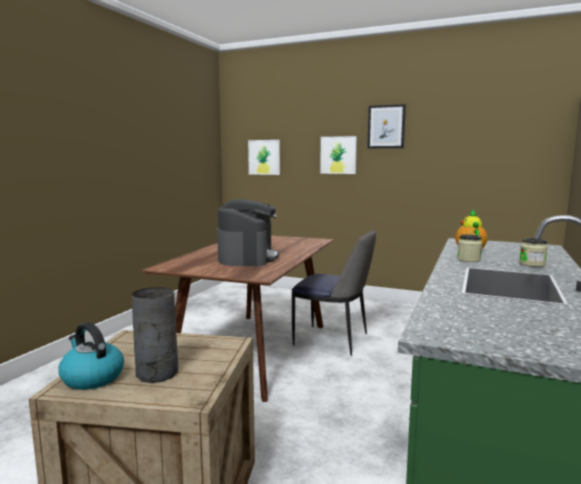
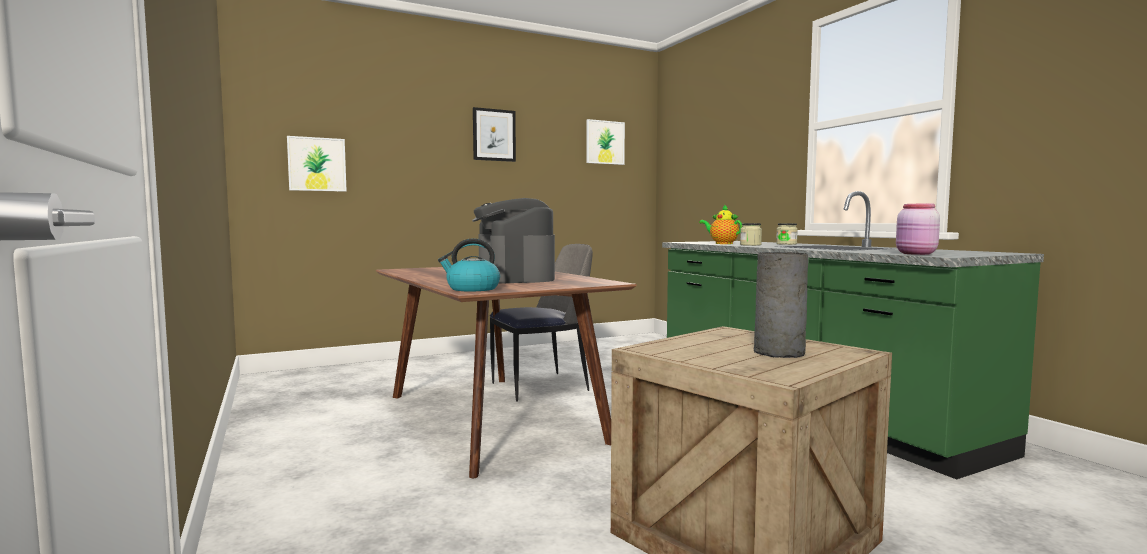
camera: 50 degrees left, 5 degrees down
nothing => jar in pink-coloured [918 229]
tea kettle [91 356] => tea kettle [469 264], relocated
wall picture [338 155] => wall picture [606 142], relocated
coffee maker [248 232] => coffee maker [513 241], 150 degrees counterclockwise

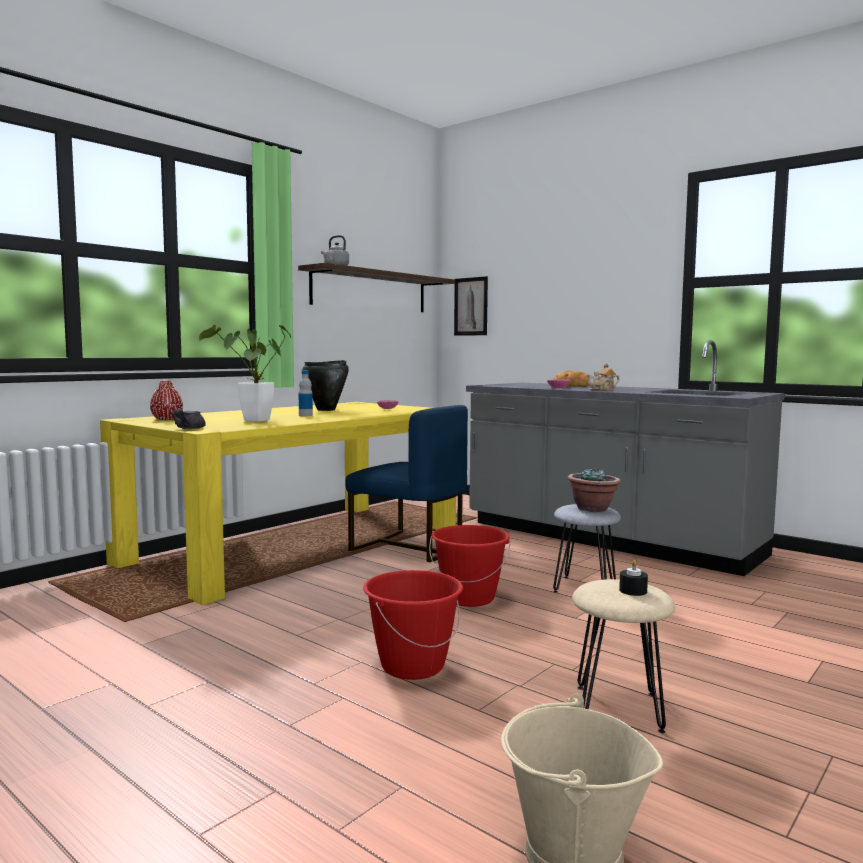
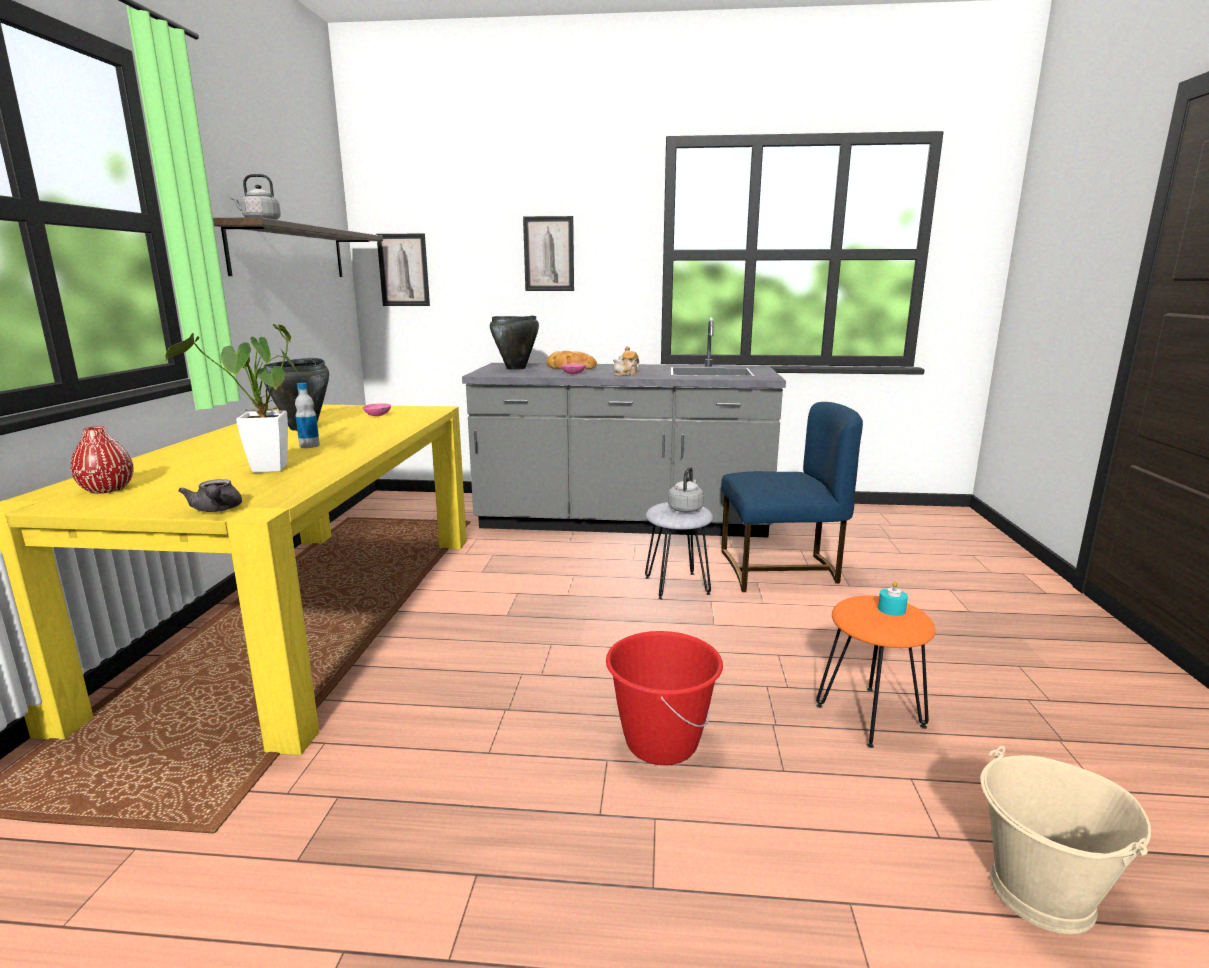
camera: 35 degrees left, 10 degrees up
pail in red-coloured [470 566] => nothing
nothing => saucepot in black-coloured [514 342]
nothing => wall picture [548 253]
chair in blue-coloured [406 483] => chair in blue-coloured [792 497], relocated
plant in a pot [594 489] => tea kettle in gray [686 489]
stool seat in beige-coloured [623 656] => stool seat in orange [876 672]
candle in black-coloured [633 578] => candle in blue-green [893 598]

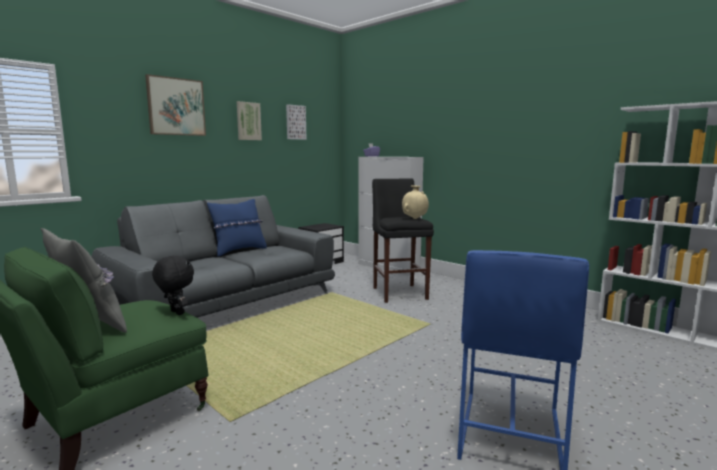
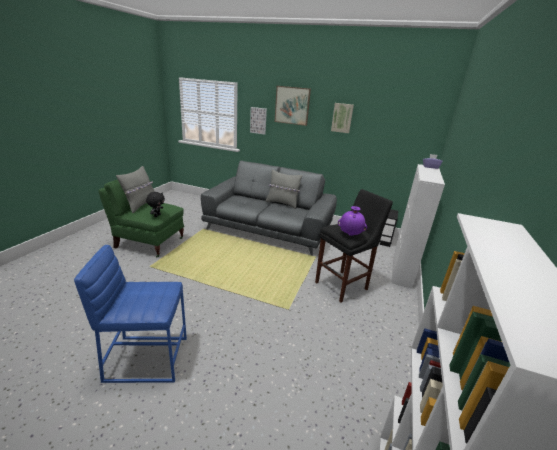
camera: 65 degrees right, 15 degrees up
wall picture [296 122] => wall picture [258 121], relocated
pillow in blue-coloured [237 227] => pillow in gray [283 189]
vase in beige-coloured [415 202] => vase in purplish [352 221]

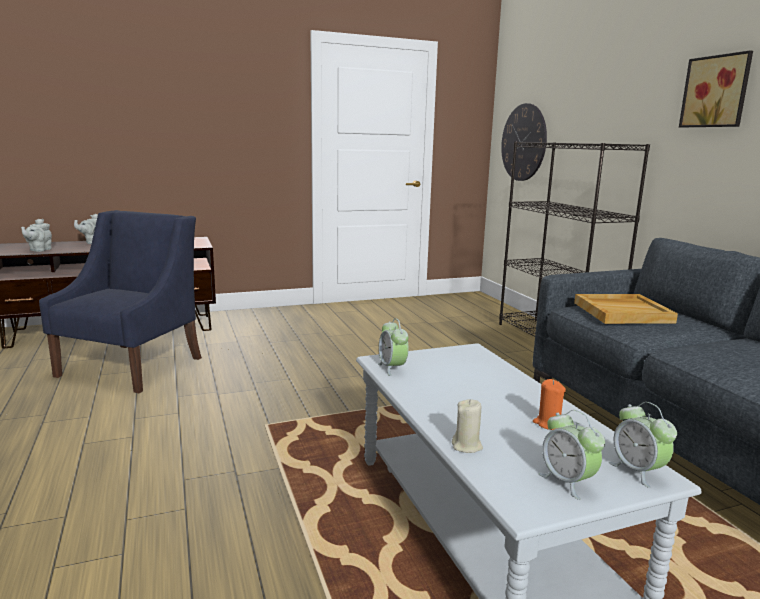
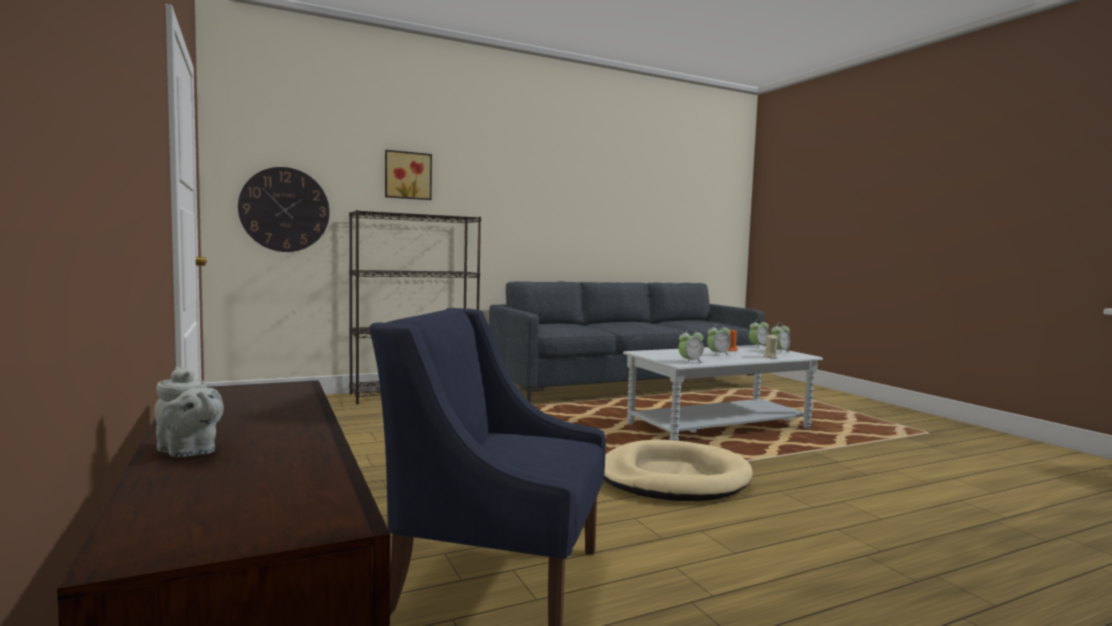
camera: 95 degrees left, 10 degrees down
teapot in gray [36 235] => nothing
carrying tray in beige-coloured [626 309] => nothing
nothing => pet bed in beige-coloured [678 470]
nothing => alarm clock [719 340]
wall picture [716 89] => wall picture [408 175], relocated

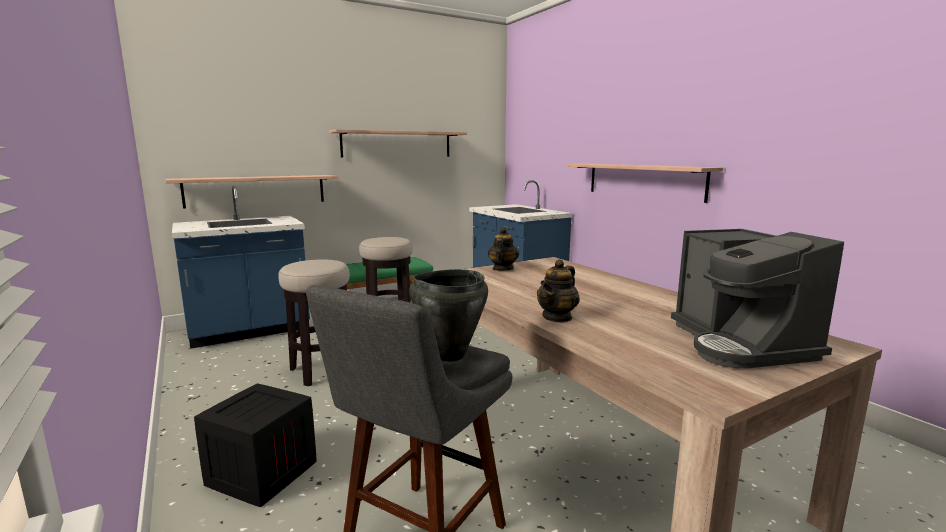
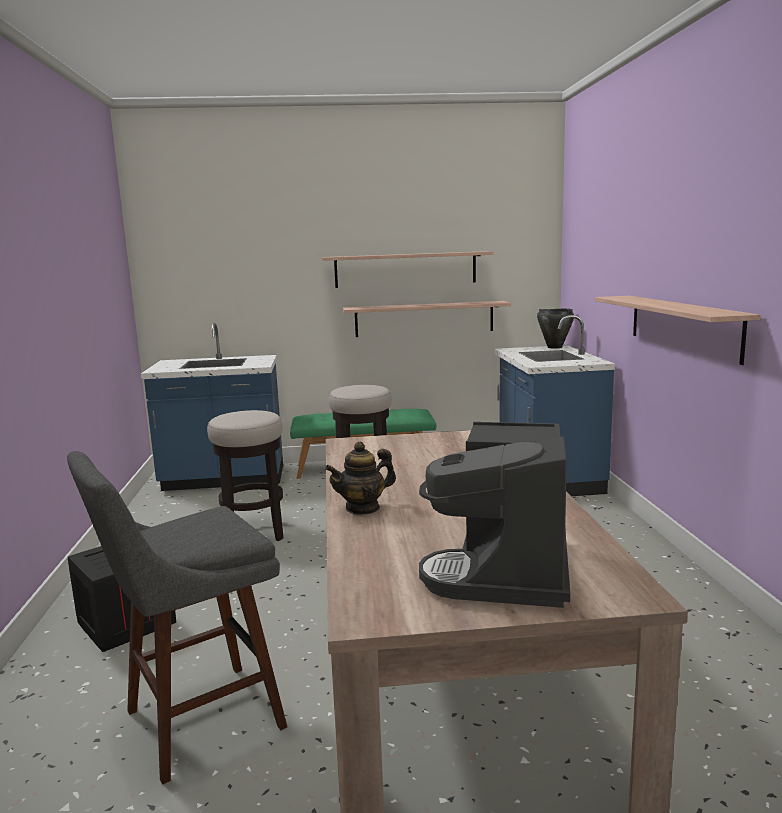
camera: 25 degrees right, 0 degrees up
teapot [503 249] => nothing
wall shelf [251 192] => wall shelf [427 319], relocated
saucepot in black-coloured [448 315] => saucepot in black-coloured [555 328], relocated

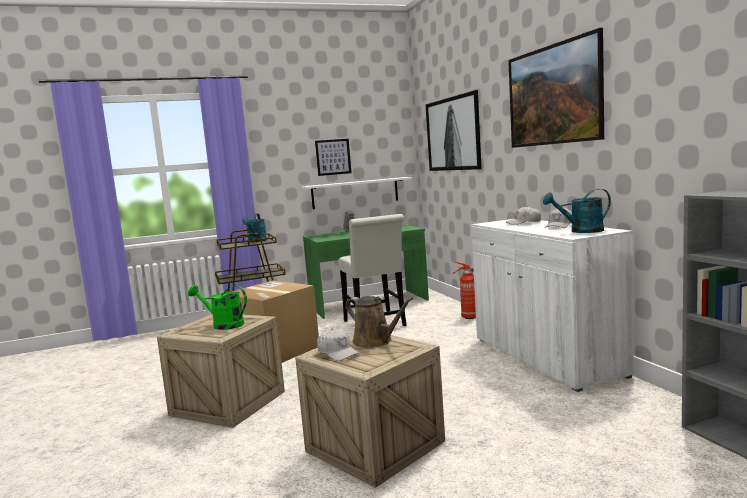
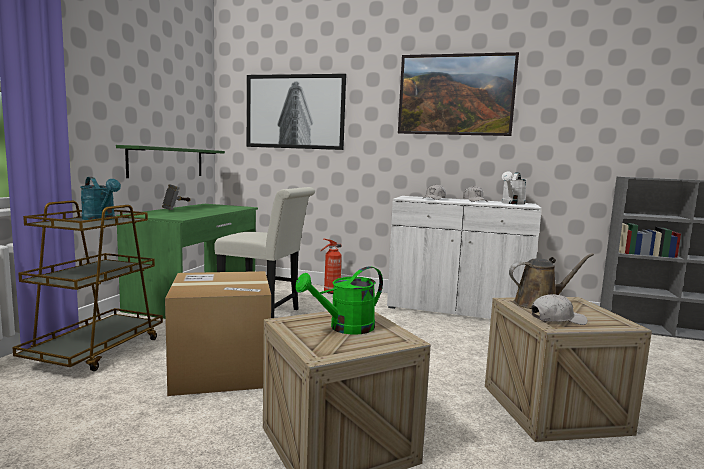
camera: 55 degrees left, 0 degrees up
wall picture [333 157] => nothing
wall shelf in whitish [357 193] => wall shelf in green-coloured [170 161]
watering pot in blue-green [577 211] => watering pot in whitish [514 188]

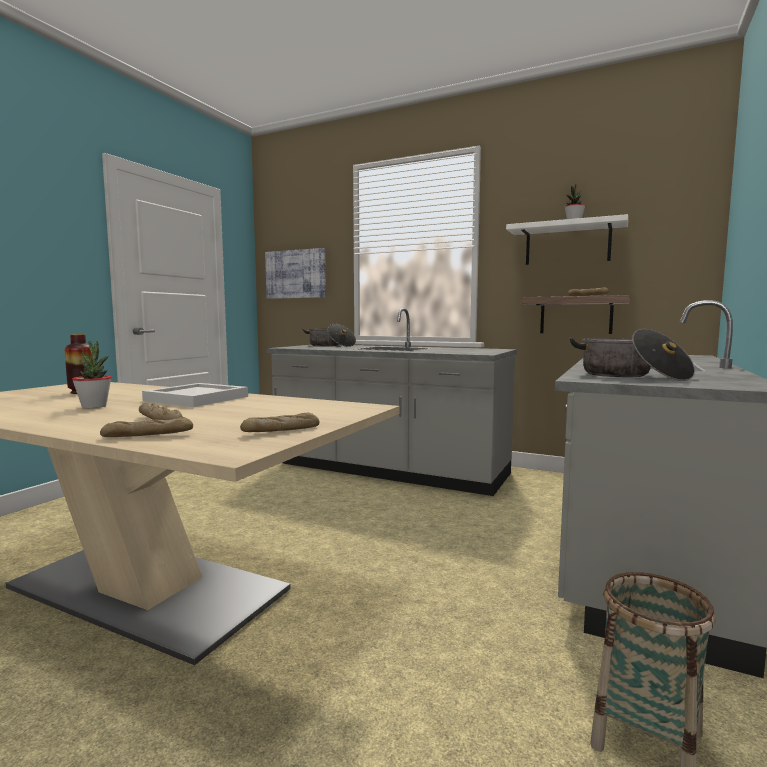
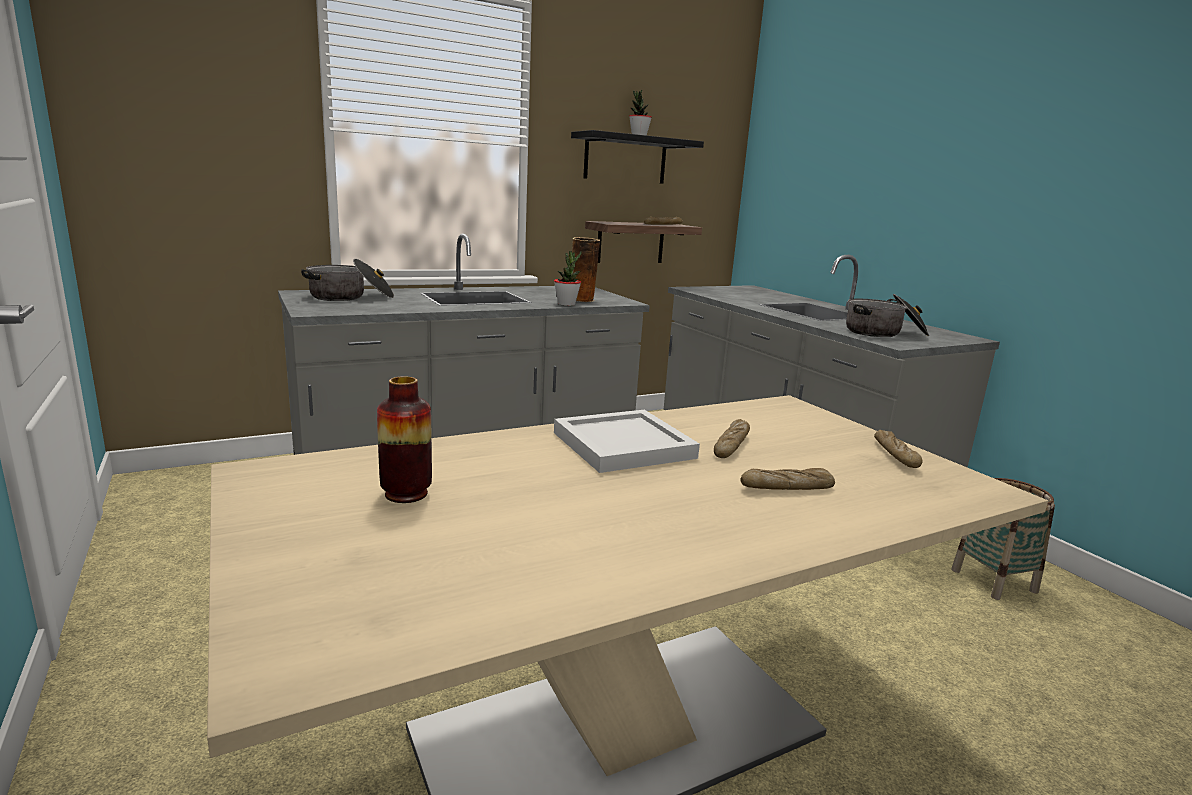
camera: 55 degrees left, 10 degrees up
wall picture [295 273] => nothing
nothing => vase [586 269]
plant in a pot [91 374] => plant in a pot [568 278], relocated
baked bread [146 427] => baked bread [732 438], relocated
wall shelf in whitish [567 239] => wall shelf in black-coloured [637 157]

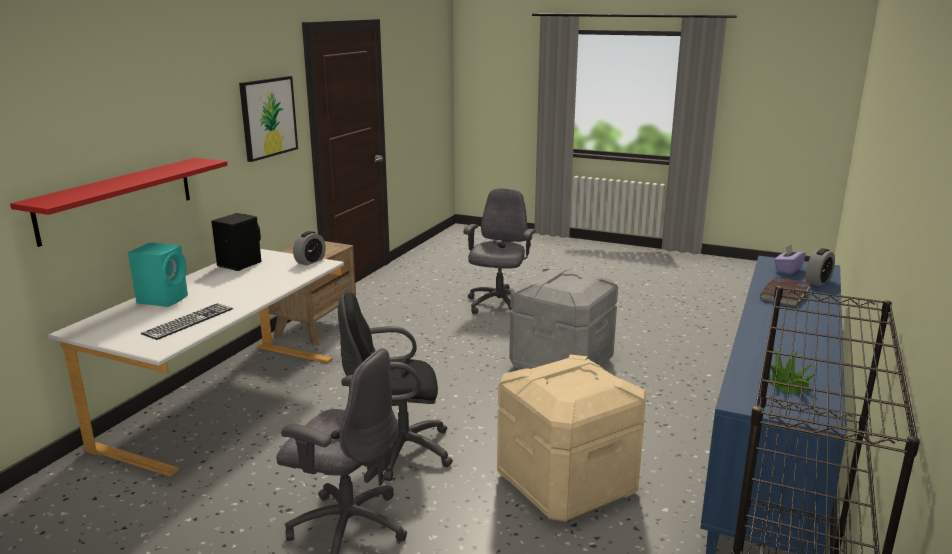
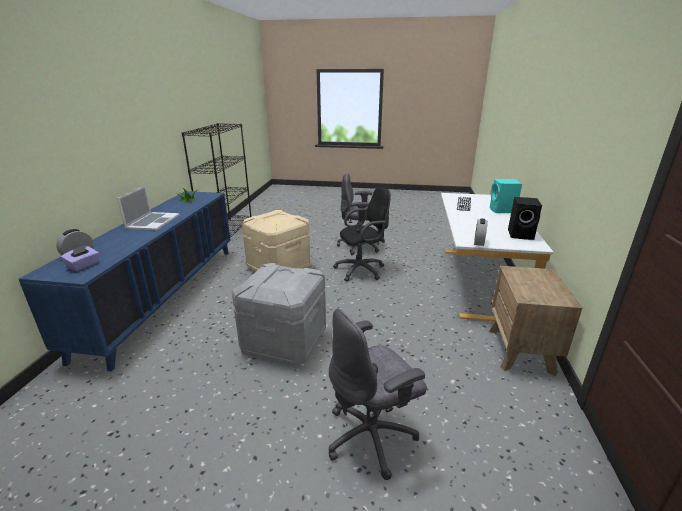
camera: 165 degrees right, 5 degrees up
wall shelf in red-coloured [119 202] => nothing
wall picture [268 119] => nothing
bound book [785 292] => nothing
nothing => laptop [148 207]
computer chair in gray [499 251] => computer chair in gray [378 394], 60 degrees clockwise

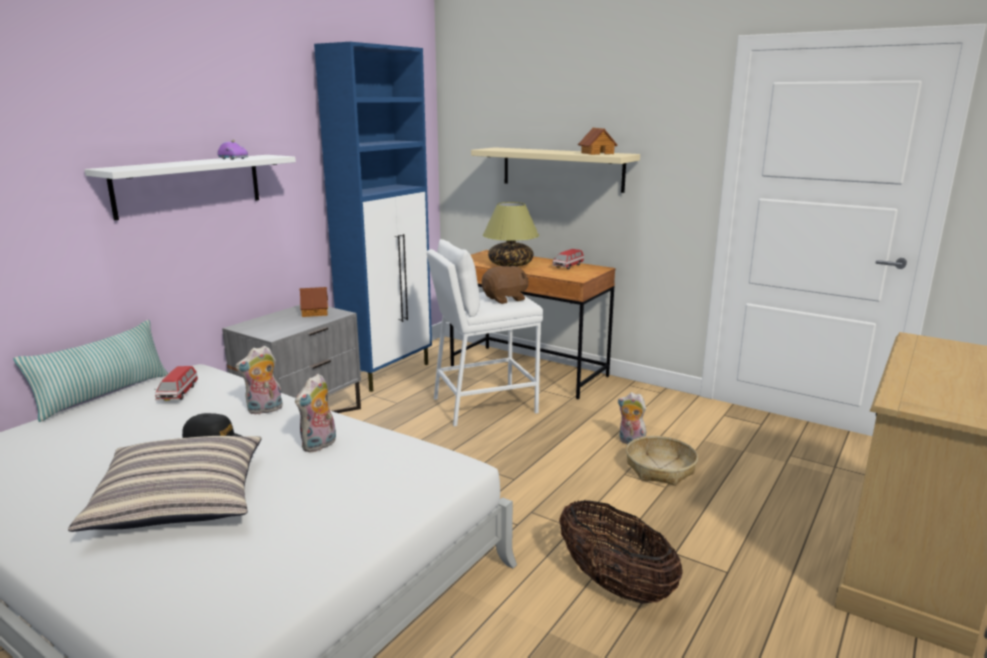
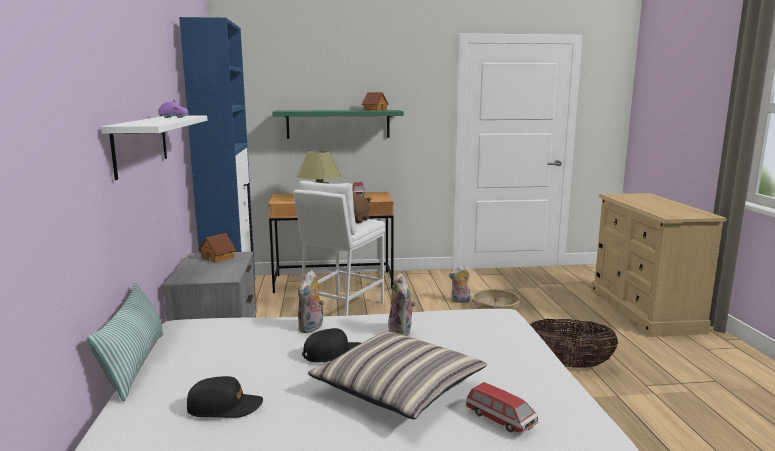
camera: 40 degrees left, 5 degrees down
nothing => peaked cap in black-coloured [225 397]
model car [176 383] => model car [502 408], relocated
wall shelf in beige-coloured [555 170] => wall shelf in green-coloured [338 124]

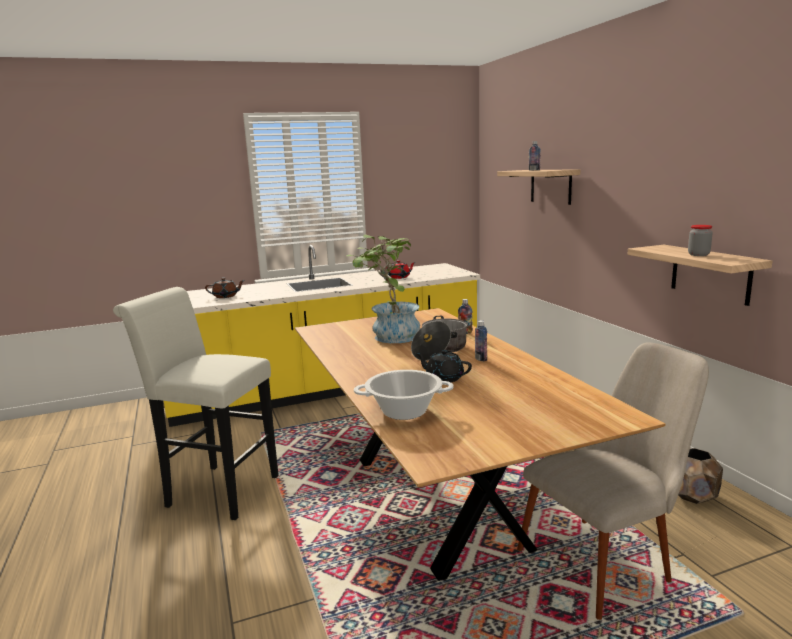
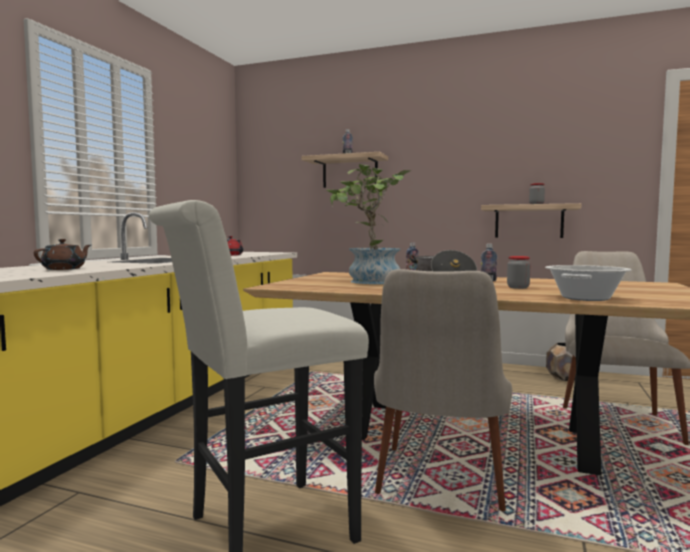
camera: 50 degrees left, 10 degrees down
nothing => chair in beige-coloured [443 390]
teapot in black-coloured [444 366] => jar [519 272]

